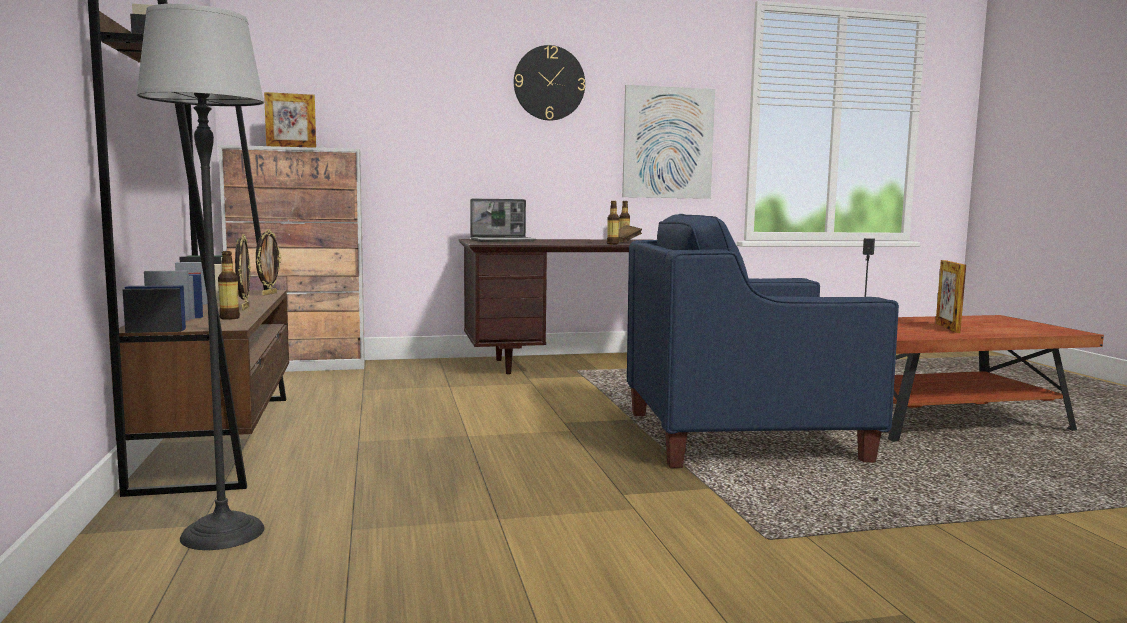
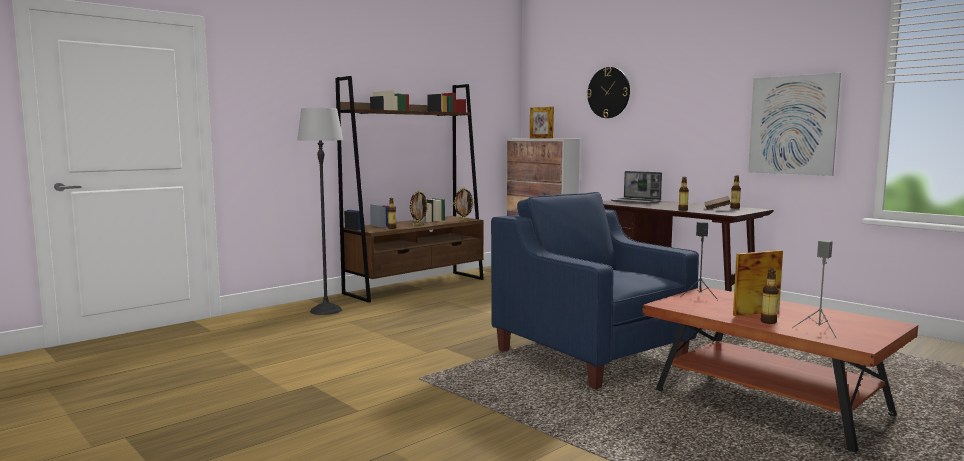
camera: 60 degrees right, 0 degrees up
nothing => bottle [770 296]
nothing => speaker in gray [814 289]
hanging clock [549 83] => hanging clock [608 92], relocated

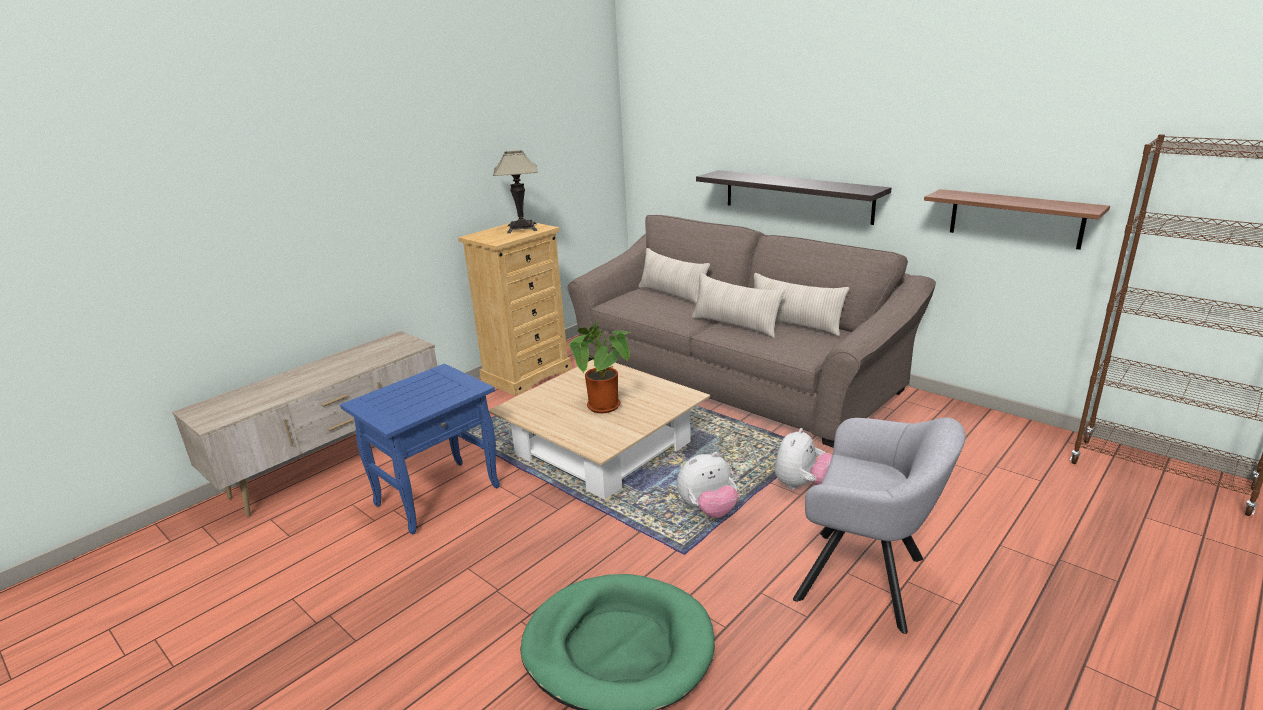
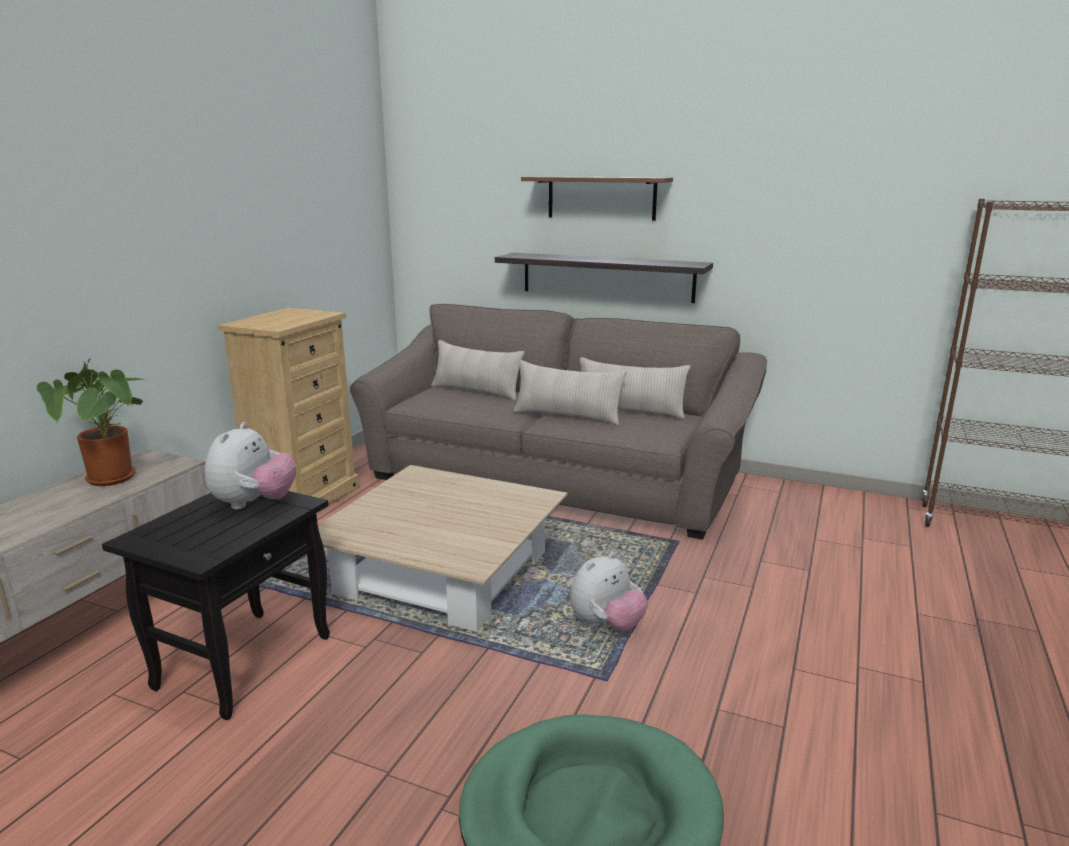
camera: 20 degrees left, 5 degrees down
lamp for a table [515 191] => nothing
armchair in gray [879 525] => nothing
plant in a pot [599 366] => plant in a pot [92 422], relocated
soft toy [803 458] => soft toy [250 465], relocated
wall shelf [1017 219] => wall shelf [597 198], relocated
end table in blue-coloured [420 449] => end table in black-coloured [216 605]

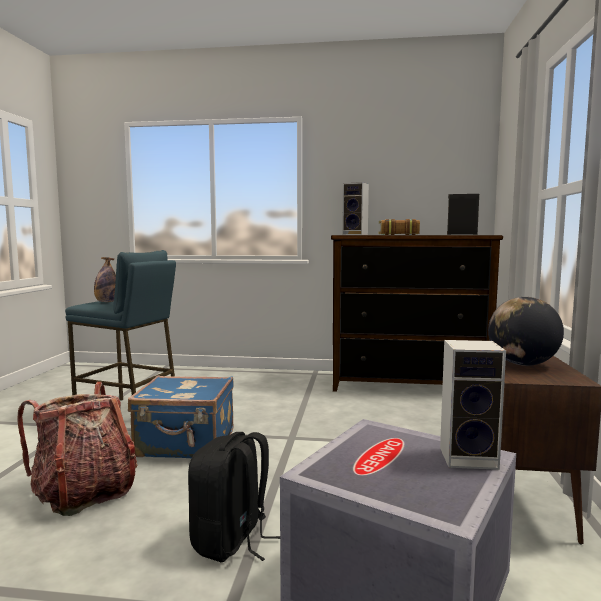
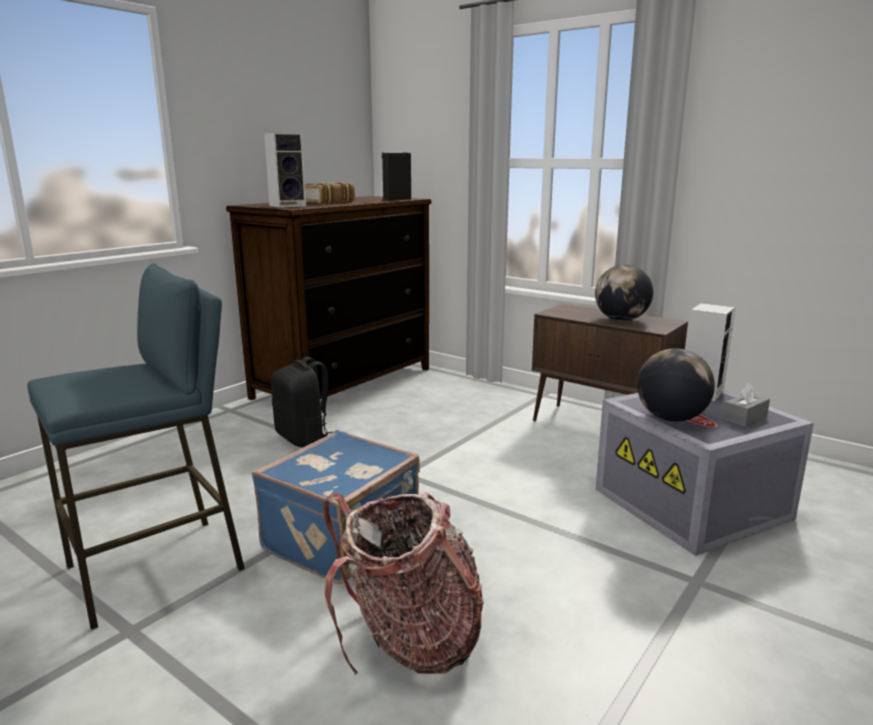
camera: 60 degrees left, 10 degrees up
bottle [105 279] => nothing
nothing => world globe [676 385]
nothing => tissue holder in gray [746 404]
backpack in black-coloured [234 497] => backpack in black-coloured [302 402], relocated

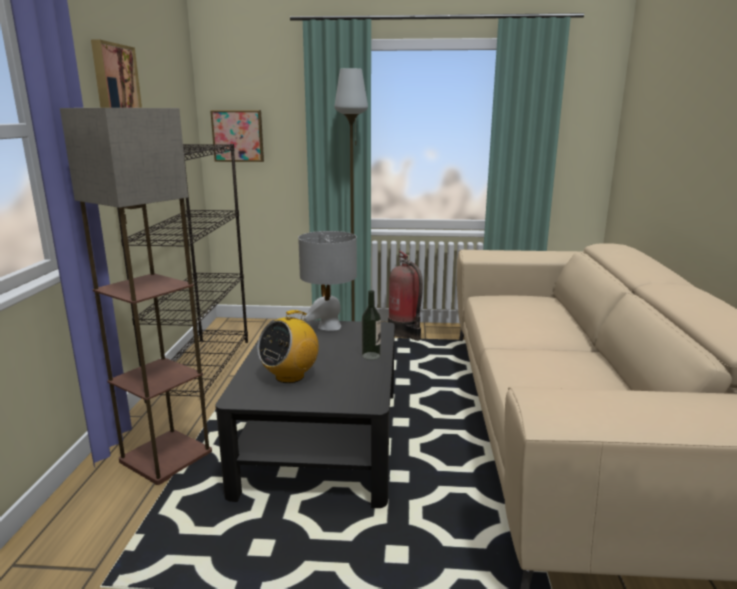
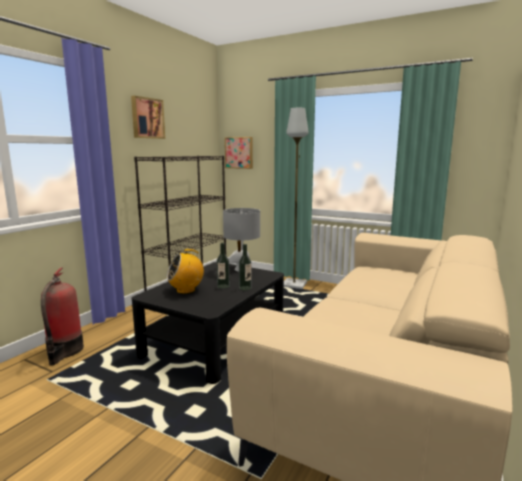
camera: 25 degrees right, 5 degrees down
standard lamp [136 296] => nothing
nothing => bottle [223 266]
fire-fighting cylinder [405 296] => fire-fighting cylinder [62 316], relocated

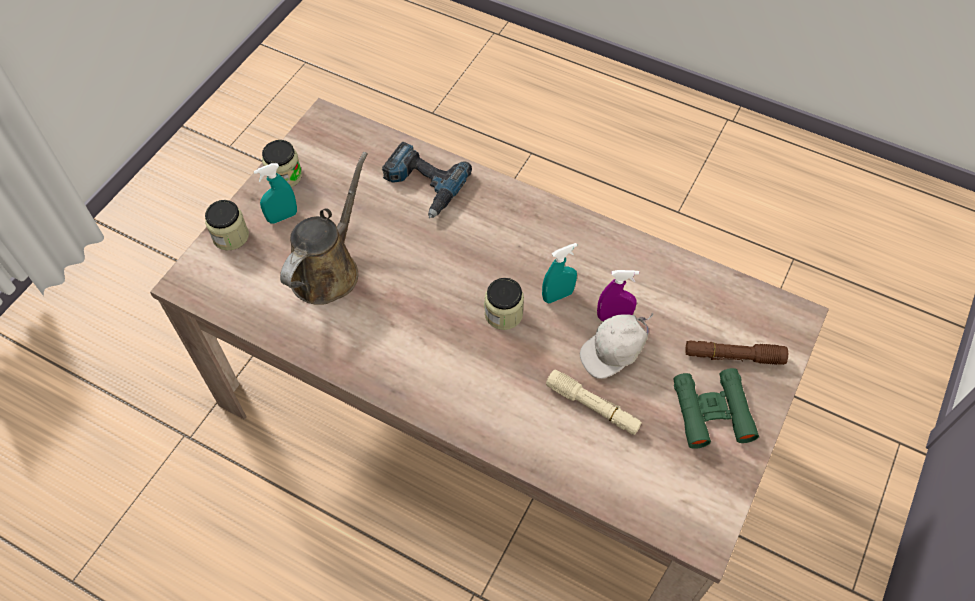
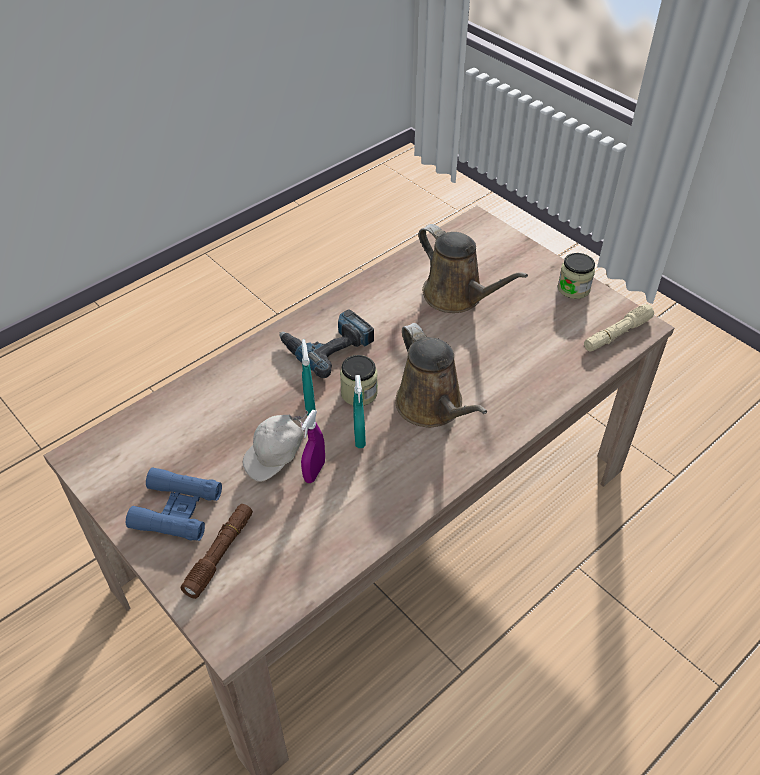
camera: 110 degrees right, 10 degrees down
jar [227 225] => nothing
nothing => watering pot in brown-coloured [441 375]
sprayer in blue-green [275 193] => sprayer in blue-green [309 377], relocated
power drill [427 180] => power drill [326 343], relocated
torch in beige-coloured [594 402] => torch in beige-coloured [619 328], relocated
field glasses in green-coloured [716 408] => field glasses in blue-coloured [174 504]
peaked cap in whitish [616 346] => peaked cap in whitish [275 446], 120 degrees counterclockwise

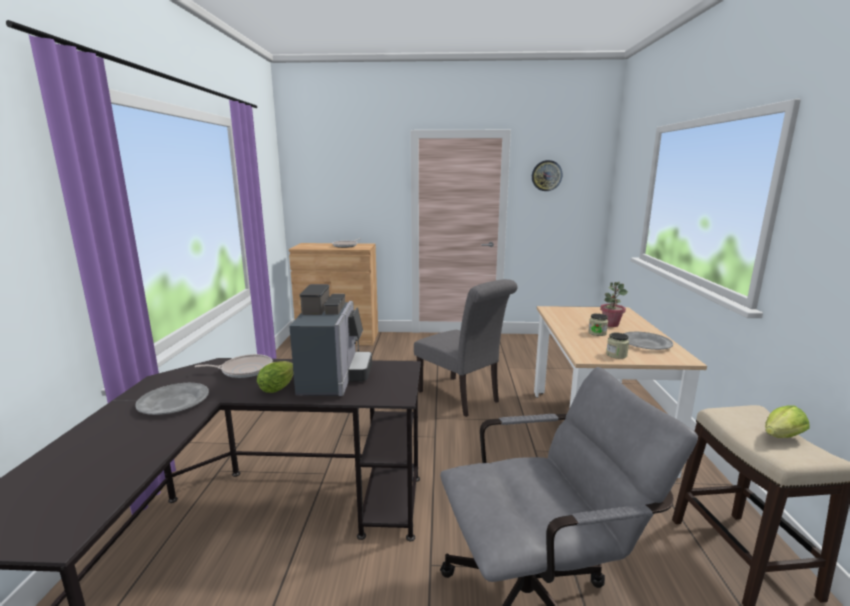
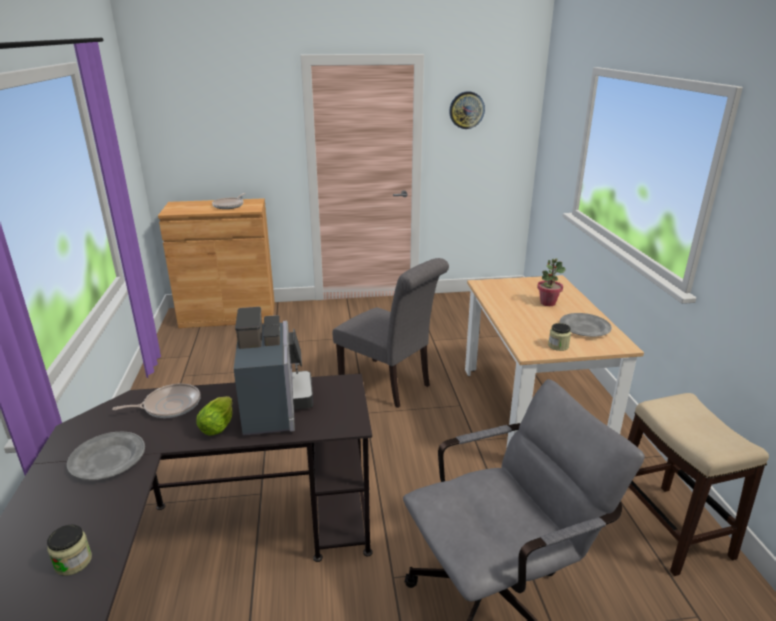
camera: 10 degrees left, 10 degrees up
head of lettuce [787 422] => nothing
jar [598 324] => jar [69 550], relocated

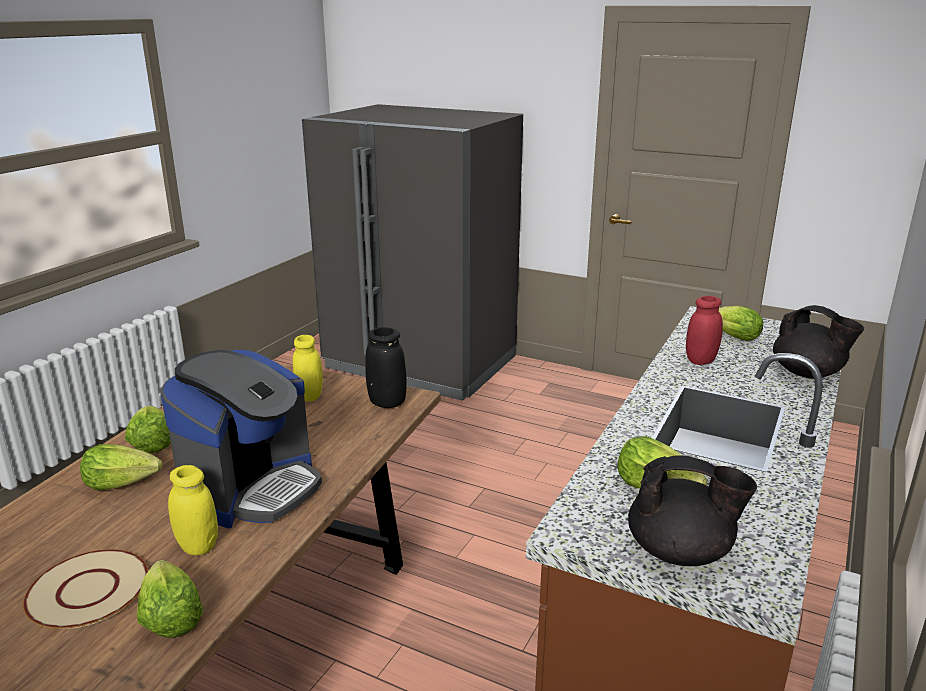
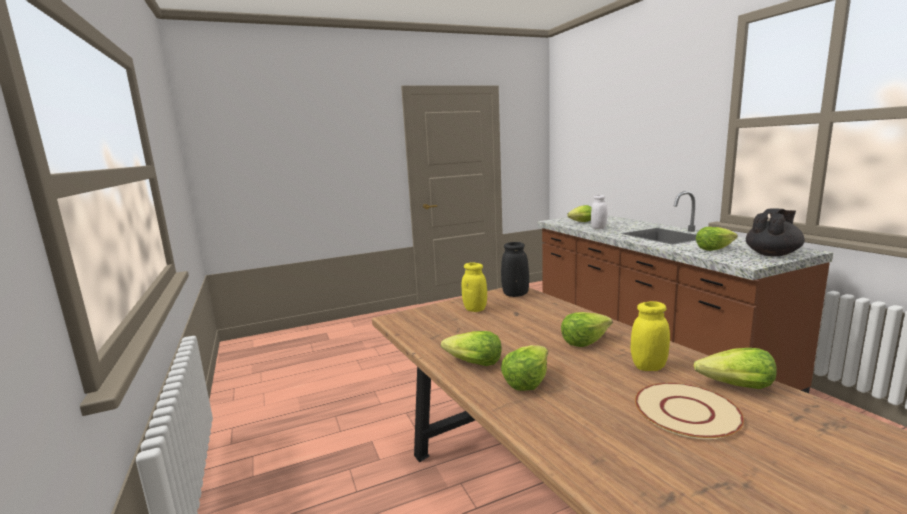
camera: 50 degrees left, 10 degrees down
refrigerator in gray [412 252] => nothing
teapot in black-coloured [818 342] => nothing
coffee maker [241 439] => head of lettuce [586 329]
jar in red-coloured [704 330] => jar in whitish [599 212]

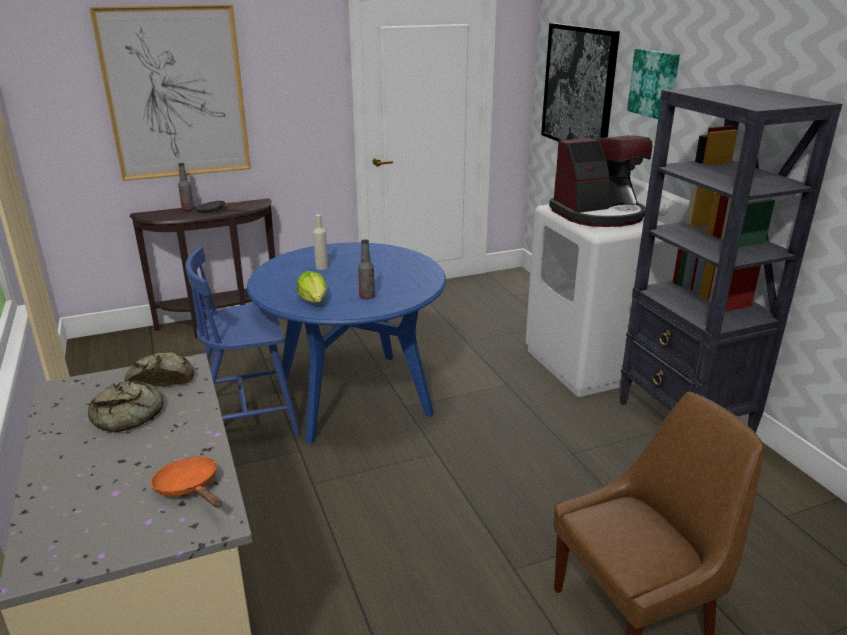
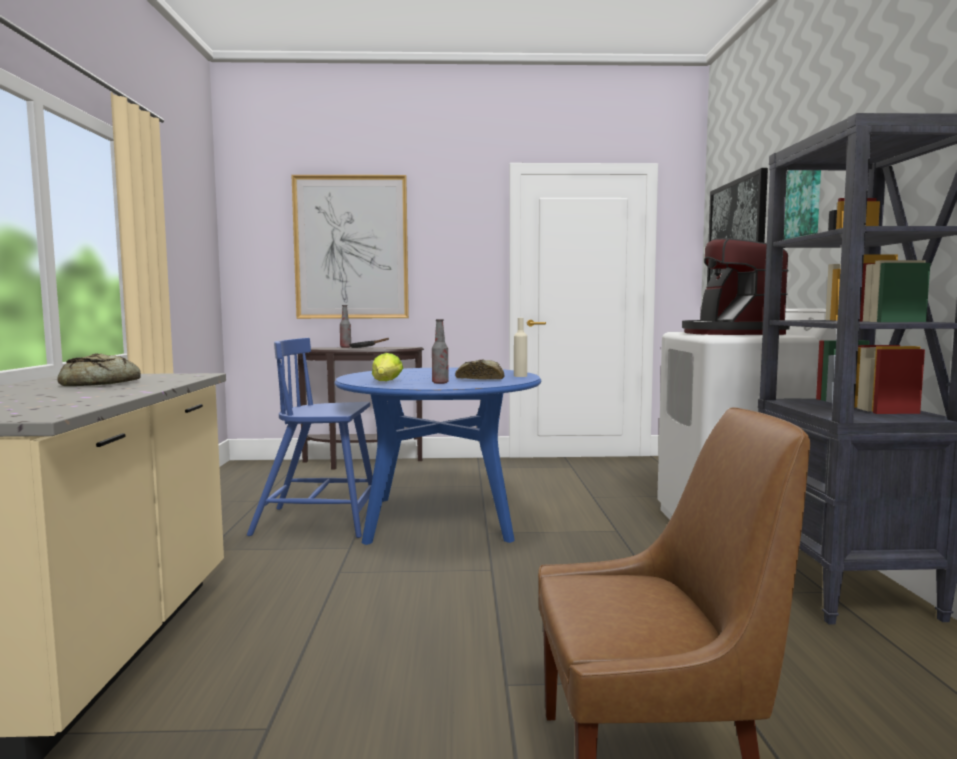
camera: 20 degrees right, 20 degrees down
frying pan in orange [186 482] => nothing
baked bread [159 369] => baked bread [479 370], relocated
bottle in beige-coloured [320 242] => bottle in beige-coloured [520 347], relocated
coffee maker [600 181] => coffee maker [736 286], 90 degrees clockwise

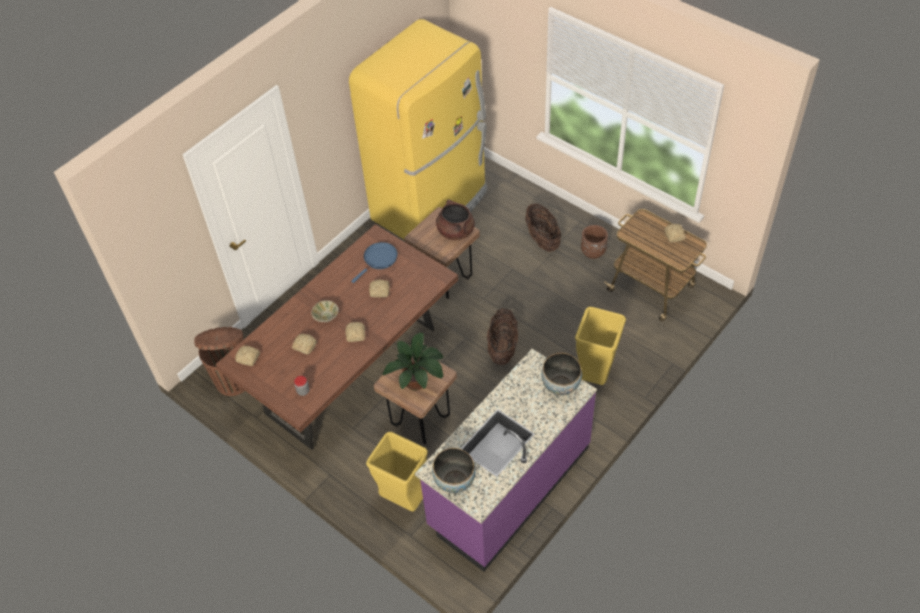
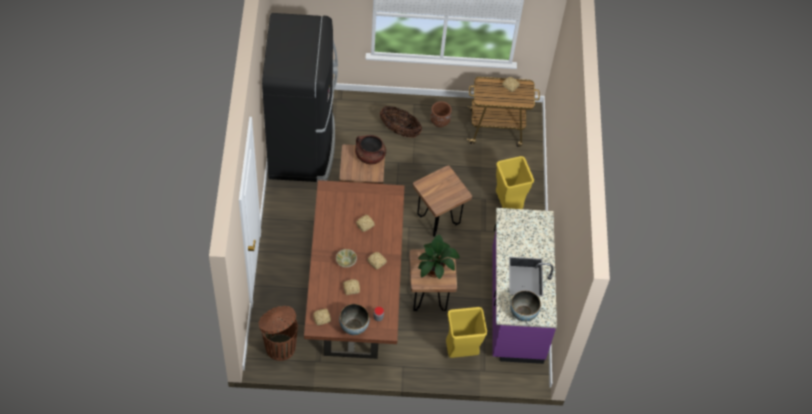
camera: 45 degrees left, 5 degrees up
frying pan in blue-coloured [374 262] => nothing
serving bowl [561 374] => serving bowl [354 319], relocated
household basket [502 337] => stool seat in brown-coloured [442 201]
refrigerator in yellowish [418 129] => refrigerator in black-coloured [300 97]

